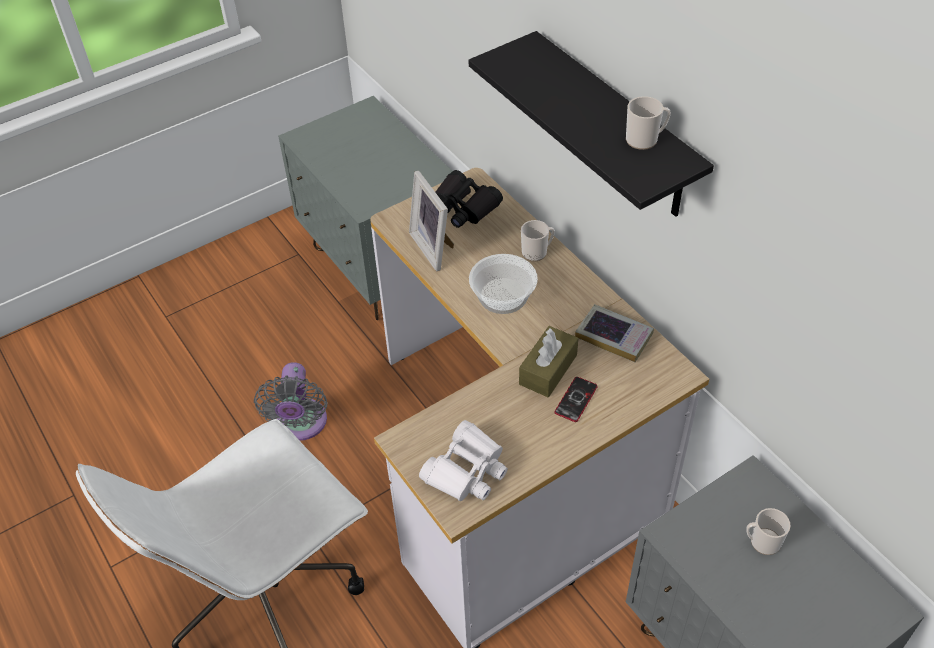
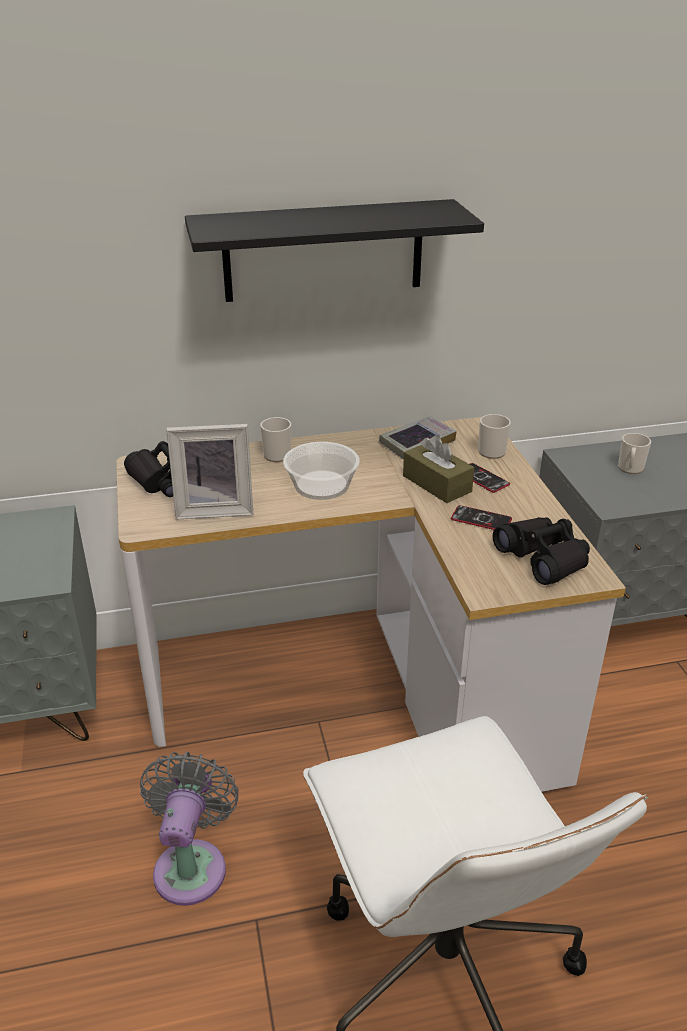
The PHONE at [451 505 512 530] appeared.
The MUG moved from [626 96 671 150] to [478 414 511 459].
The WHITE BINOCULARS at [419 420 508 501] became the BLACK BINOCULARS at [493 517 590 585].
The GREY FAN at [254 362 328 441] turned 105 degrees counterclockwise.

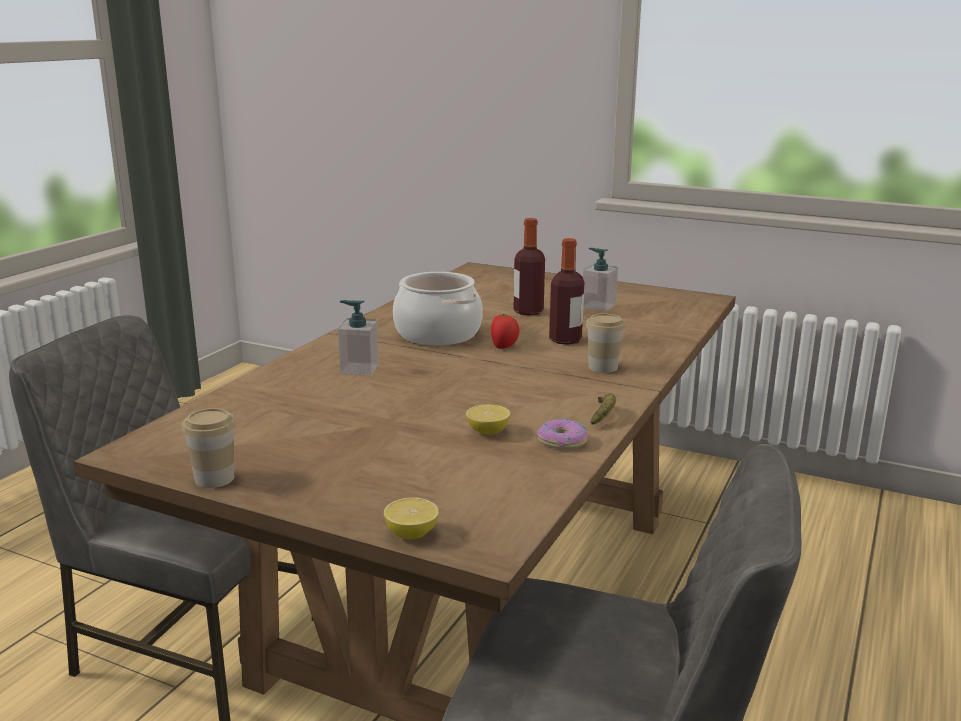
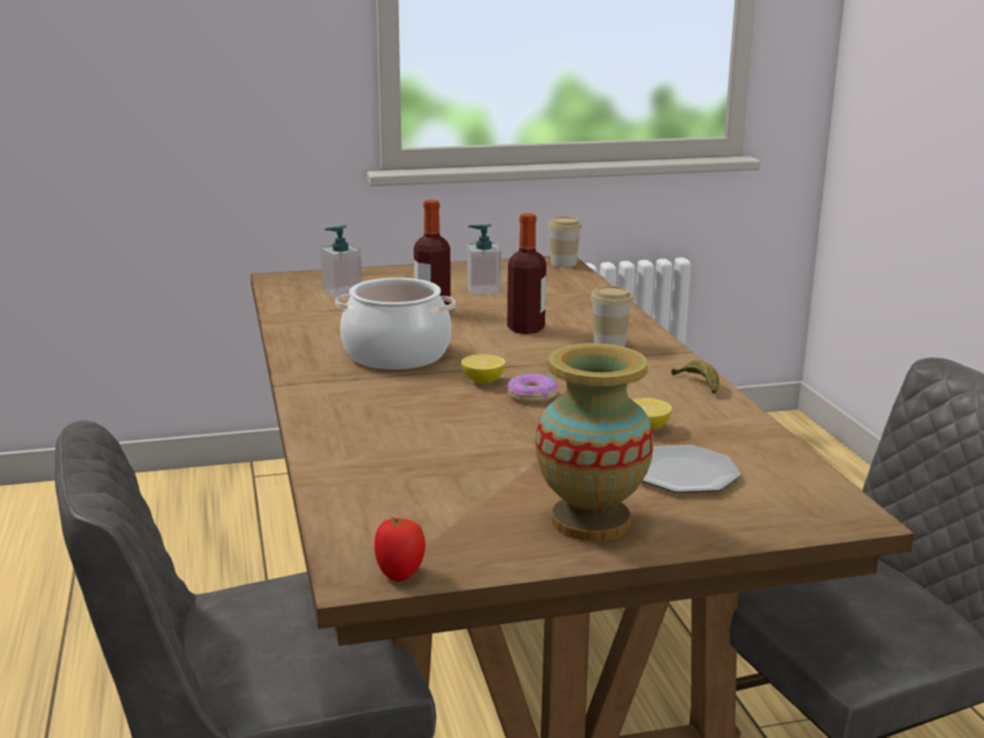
The VASE at [536 343 654 541] appeared.
The PLATE at [642 445 741 493] appeared.
The CUP moved from [182 408 236 488] to [548 216 582 267].
The SOAP DISPENSER moved from [338 300 379 375] to [320 225 362 298].
The LEMON moved from [384 497 439 539] to [461 354 505 384].
The TOMATO moved from [491 314 519 349] to [374 517 426 582].
The DONUT moved from [537 419 588 450] to [507 373 558 402].

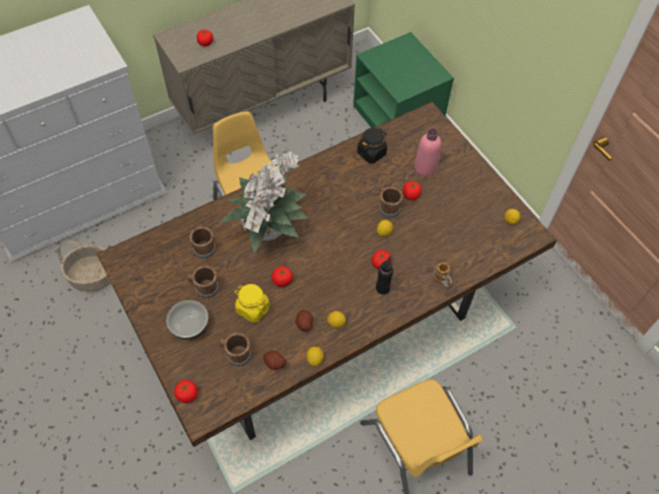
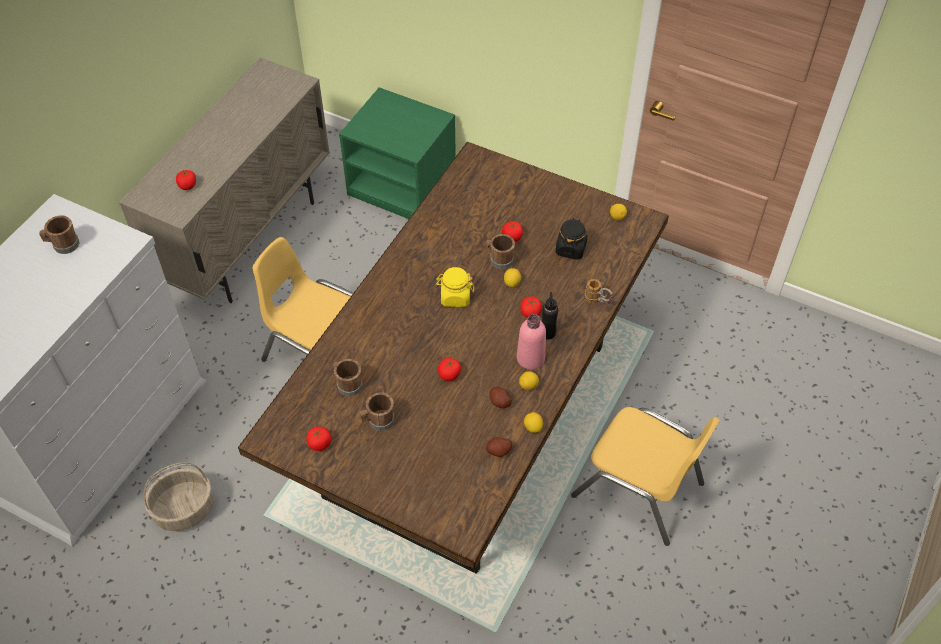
The BOWL at [166 300 208 339] disappeared.
The POTTED PLANT at [219 150 308 253] disappeared.
The TOMATO moved from [174 380 198 403] to [306 427 332 451].
The BROWN MUG moved from [219 333 251 367] to [39 216 79 254].
The YELLOW JAR moved from [234 284 270 323] to [436 267 474 307].
The BLACK JAR moved from [357 128 387 164] to [555 218 587 260].
The PINK BOTTLE moved from [414 128 441 176] to [517 314 546 370].

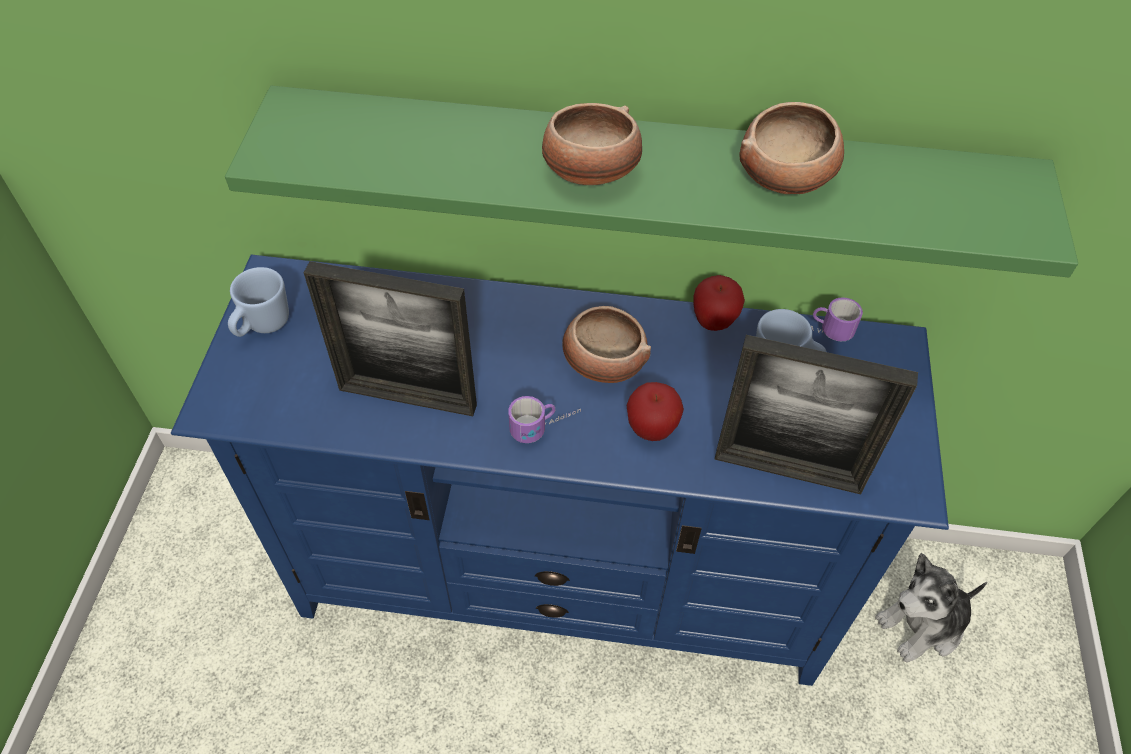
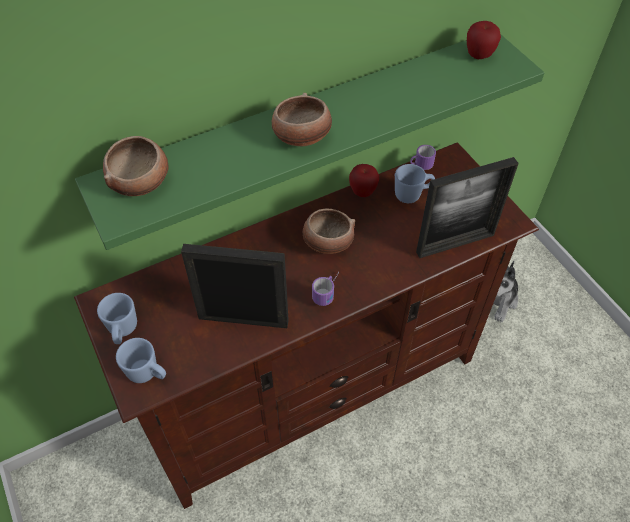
The BLUE MUG at [116 338 166 383] appeared.
The APPLE moved from [626 382 684 441] to [467 21 501 59].
The BOWL moved from [739 102 844 194] to [103 136 169 196].
The BLUE TV STAND at [171 255 949 686] became the BROWN TV STAND at [74 142 539 509].
The PICTURE FRAME at [304 261 477 416] turned 150 degrees counterclockwise.

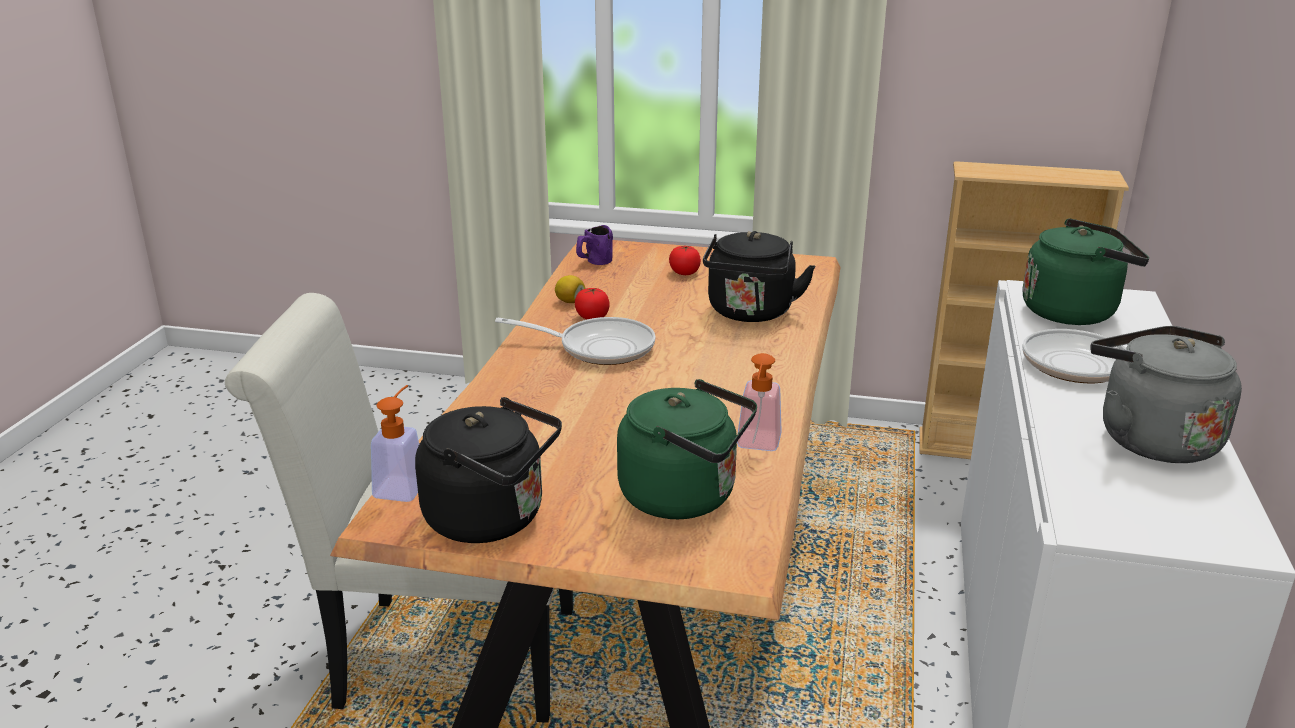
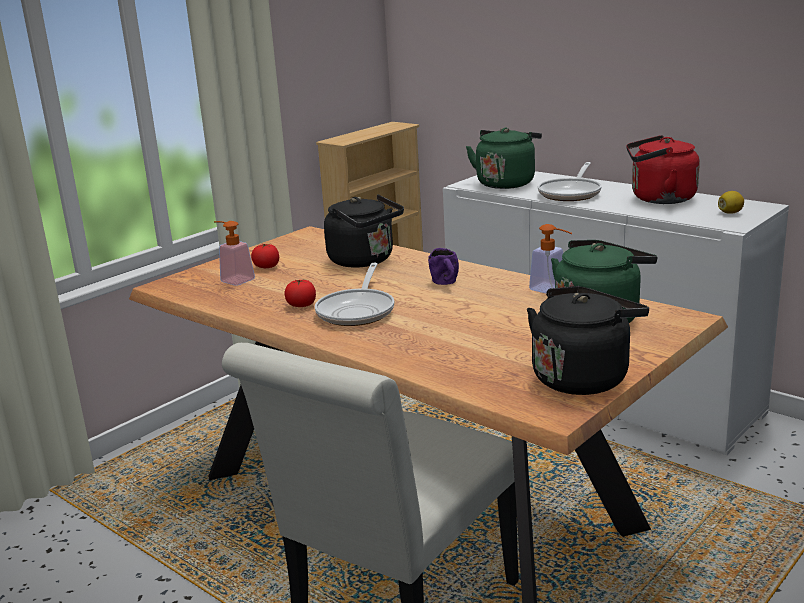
The SOAP DISPENSER moved from [371 385 419 502] to [214 221 255 286].
The LEMON moved from [555 275 585 303] to [718 191 744 214].
The PURPLE MUG moved from [576 225 613 265] to [428 248 459 285].
The GREY KETTLE at [1090 326 1242 463] became the RED KETTLE at [626 135 700 204].
The FRYING PAN at [495 317 656 365] turned 150 degrees clockwise.

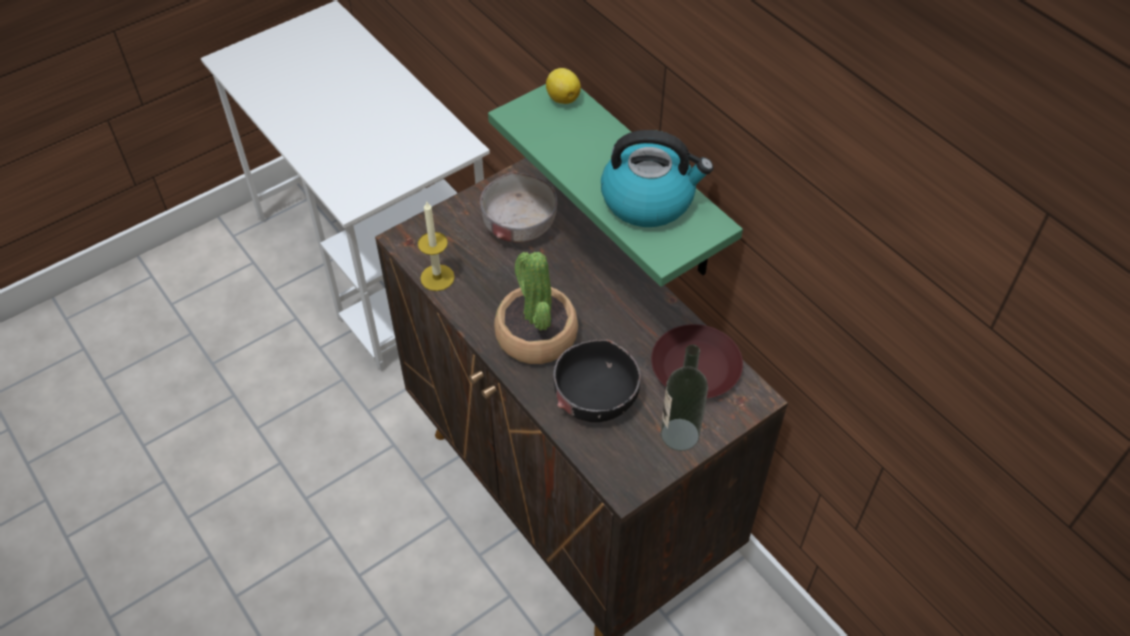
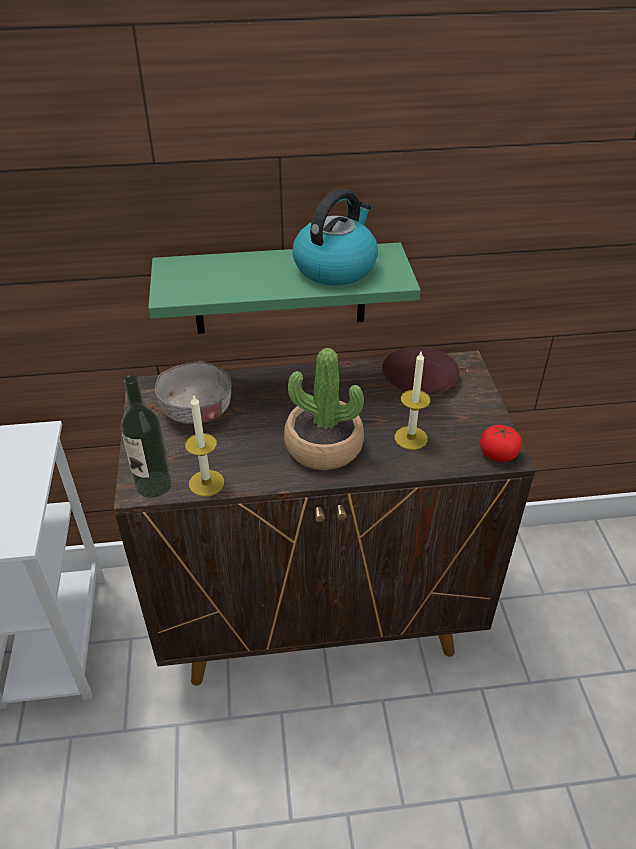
The LEMON at [546 68 581 104] disappeared.
The TOMATO at [480 425 522 462] appeared.
The BOTTLE moved from [661 345 708 451] to [121 375 172 498].
The BLACK BOWL at [553 339 641 422] was replaced by the CANDLE at [395 352 430 450].

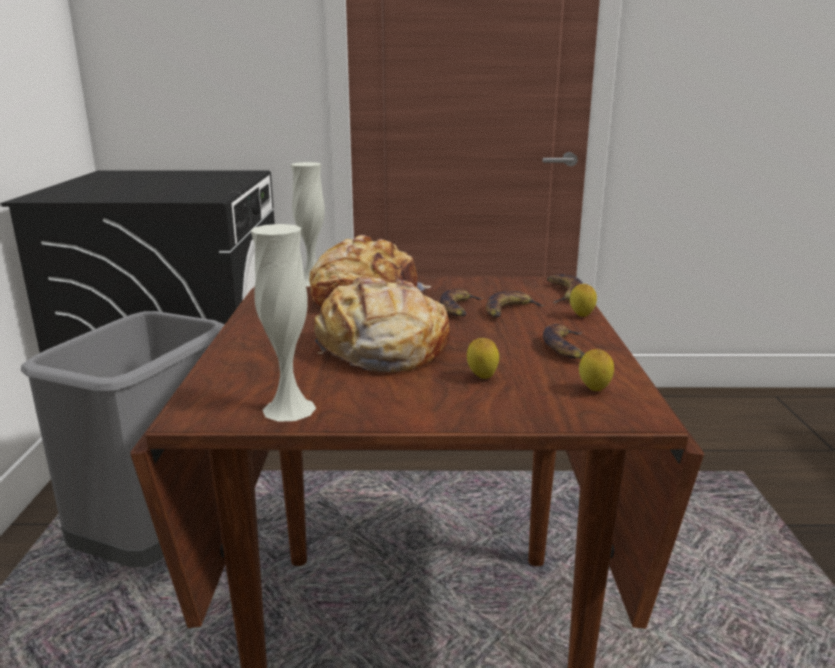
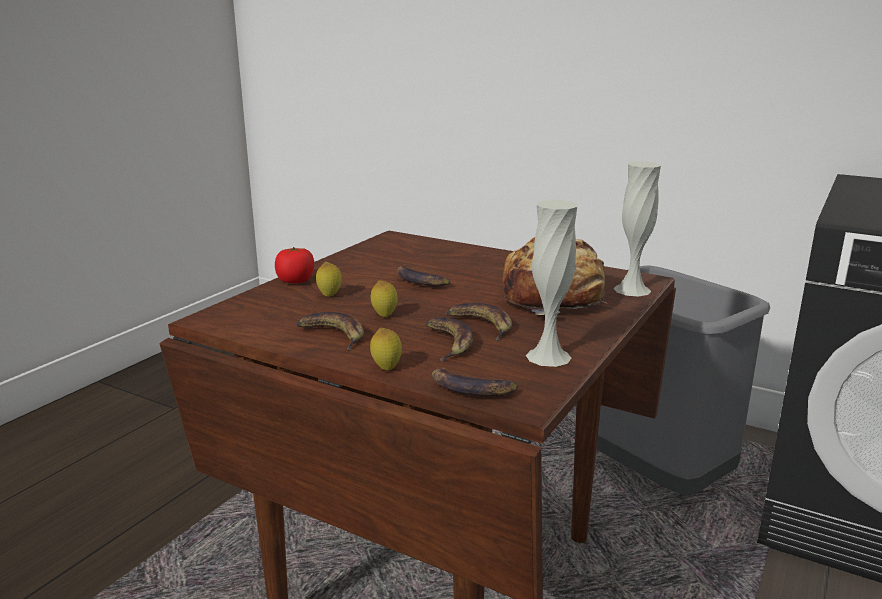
The TOMATO at [275 247 314 284] appeared.
The WHITE VASE moved from [251 224 316 422] to [526 200 578 367].
The LEMON moved from [579 349 614 391] to [371 280 398 317].
The BREAD at [314 277 450 372] was replaced by the BANANA at [397 266 451 286].

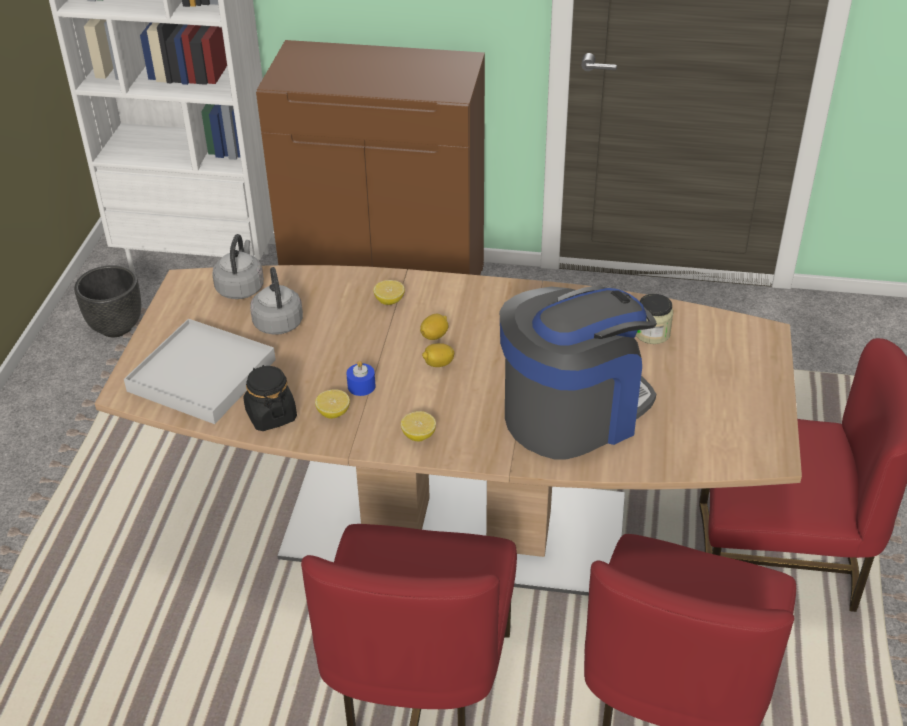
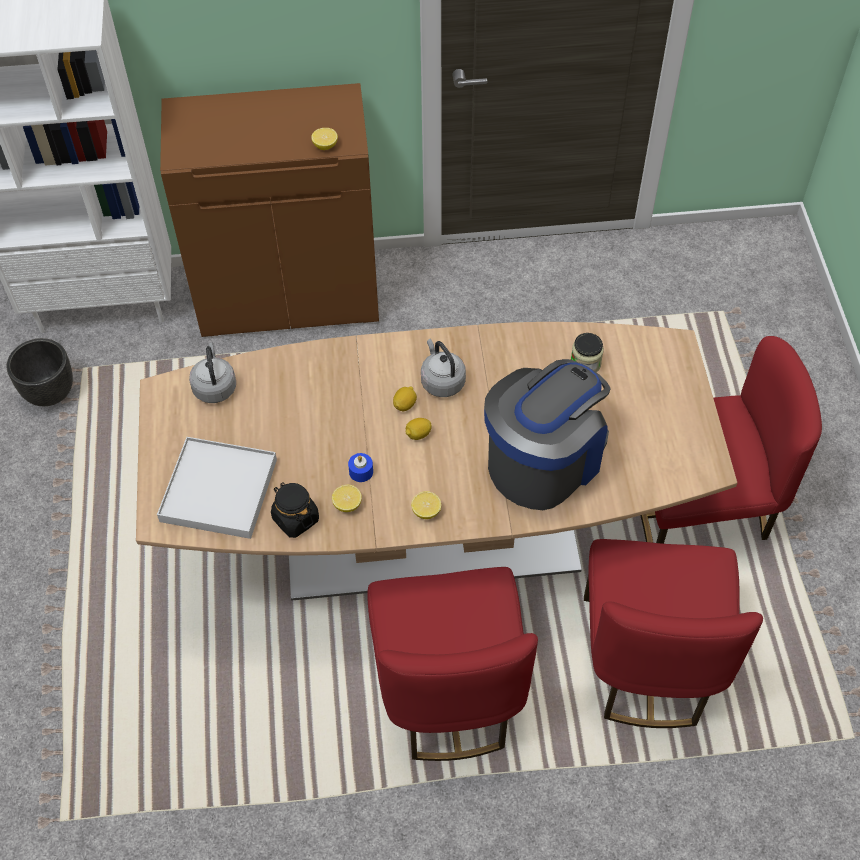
The GREY KETTLE moved from [250 267 303 335] to [421 339 466 397].
The LEMON moved from [373 280 405 305] to [311 128 338 150].

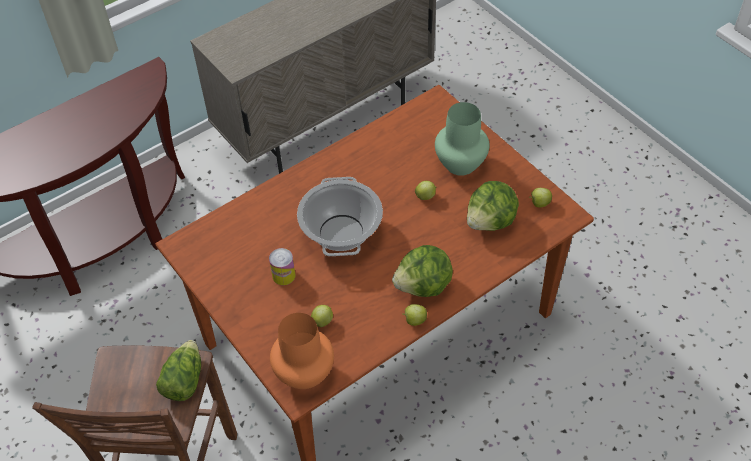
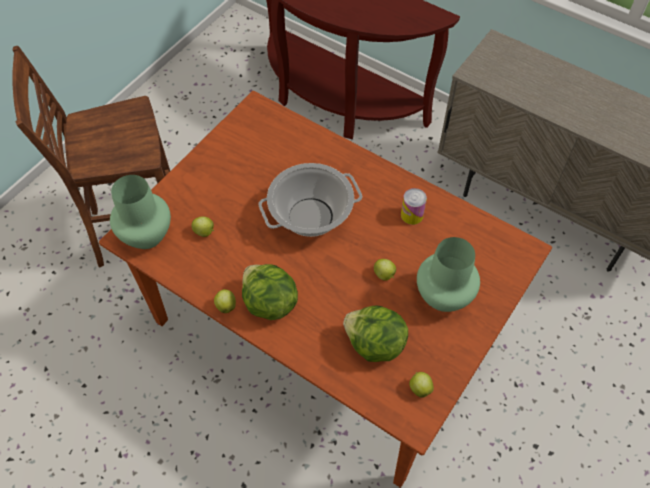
The LETTUCE at [156 340 201 401] disappeared.
The CAN moved from [269 248 295 285] to [401 188 427 225].
The ORANGE VASE at [270 313 334 389] became the GREEN VASE at [110 175 171 249].

